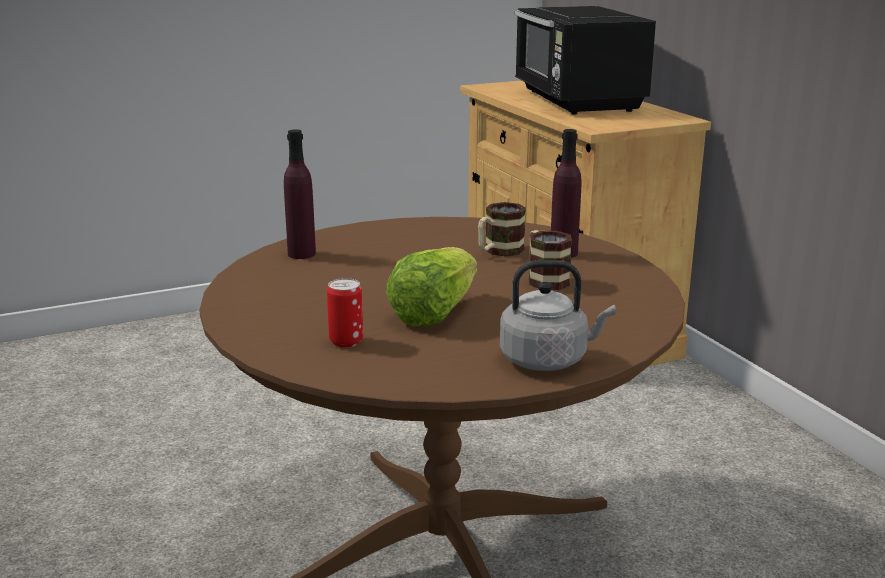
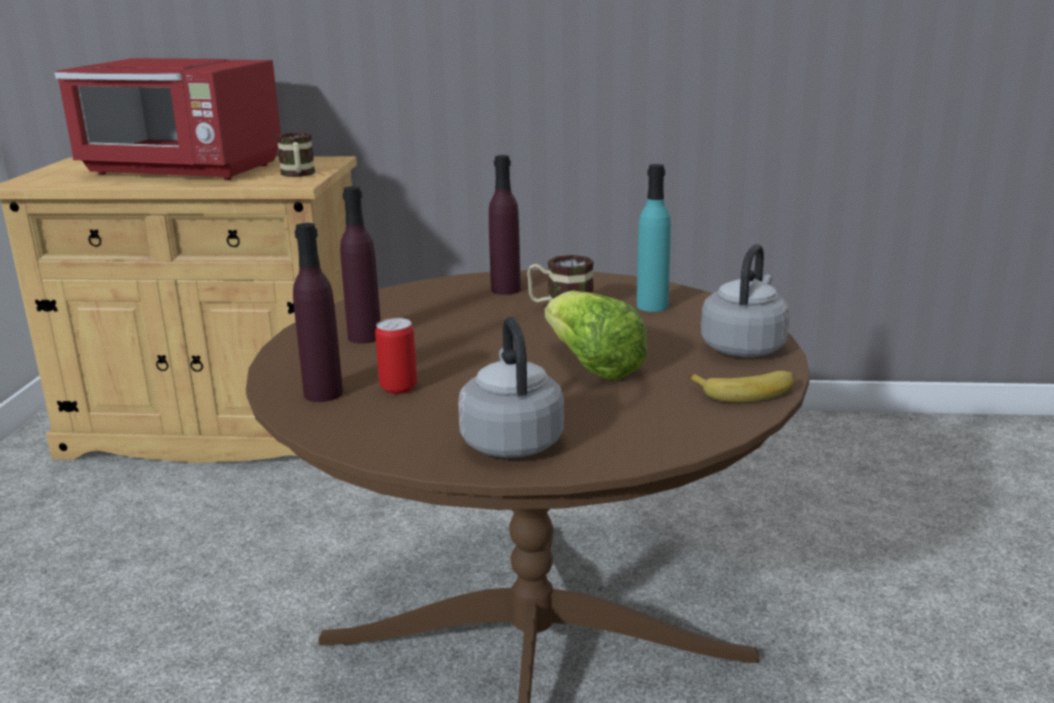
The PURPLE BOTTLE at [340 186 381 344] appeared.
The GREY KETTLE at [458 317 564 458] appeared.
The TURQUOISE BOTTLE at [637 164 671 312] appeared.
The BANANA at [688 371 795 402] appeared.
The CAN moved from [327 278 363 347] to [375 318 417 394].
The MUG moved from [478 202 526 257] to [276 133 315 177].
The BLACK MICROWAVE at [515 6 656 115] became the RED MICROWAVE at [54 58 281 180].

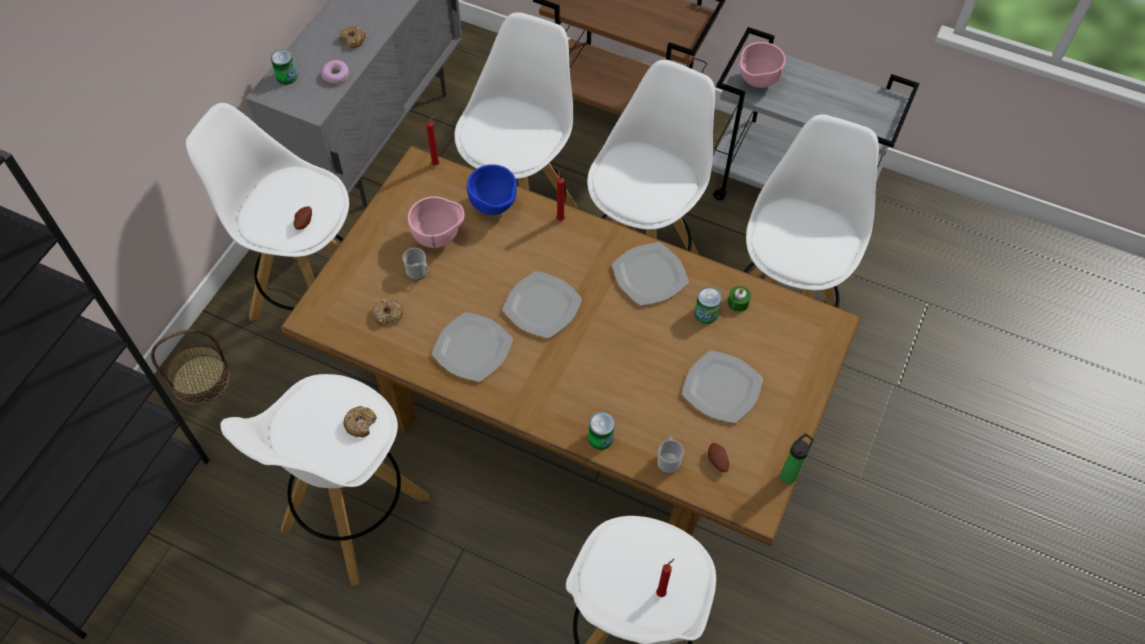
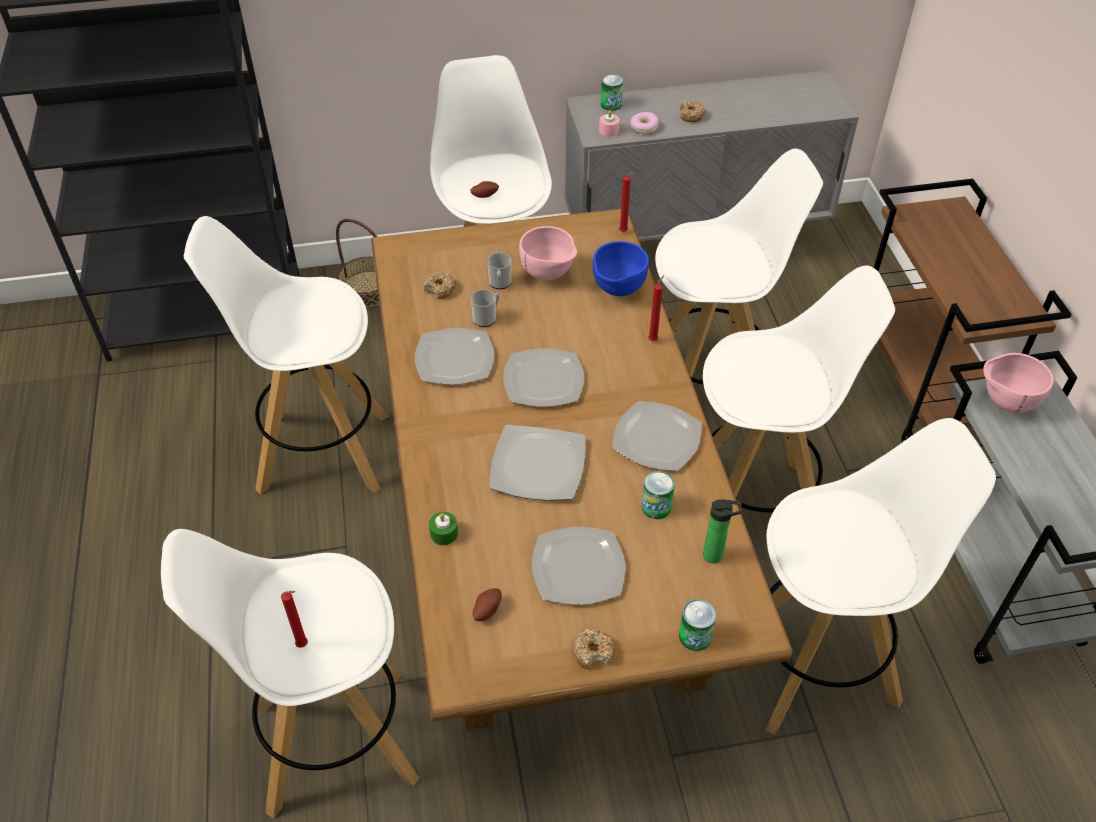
The PLATE at [489 425 585 501] appeared.
The PINK CANDLE at [599 110 620 137] appeared.
The DONUT moved from [344 406 377 438] to [571 628 615 669].
The CAN moved from [588 412 615 450] to [679 599 716 651].
The MUG moved from [657 436 684 474] to [470 289 500 327].
The GREEN CANDLE moved from [728 286 751 312] to [429 512 458 545].
The BOTTLE moved from [780 433 814 484] to [703 499 741 564].

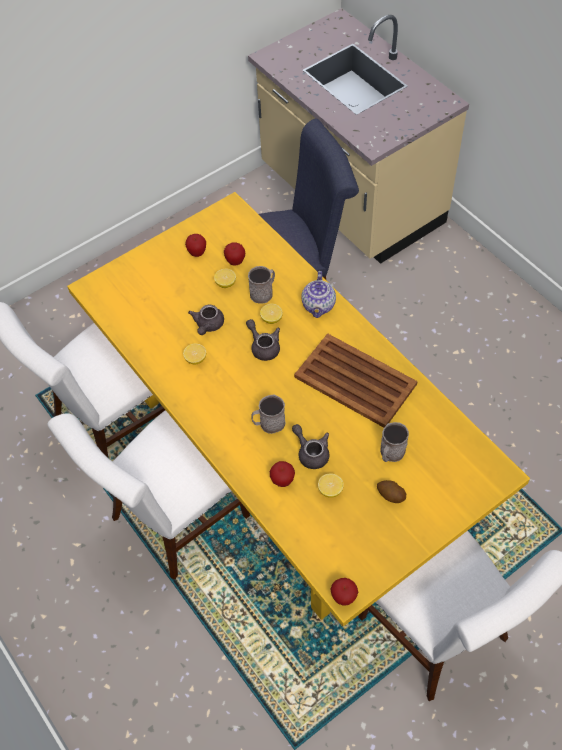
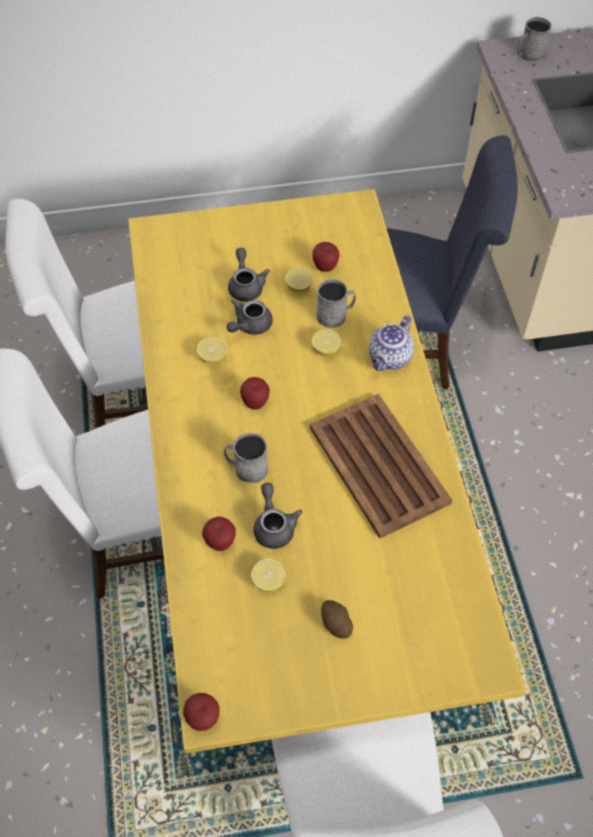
The APPLE moved from [185 234 206 257] to [240 377 270 410].
The GREY TEAPOT moved from [246 319 280 361] to [228 248 270 302].
The GREY MUG moved from [380 422 409 462] to [517 17 552 62].

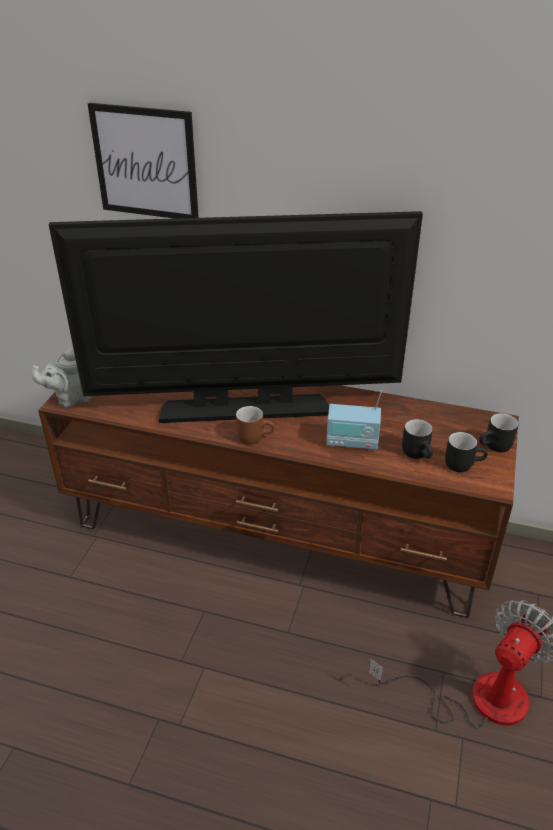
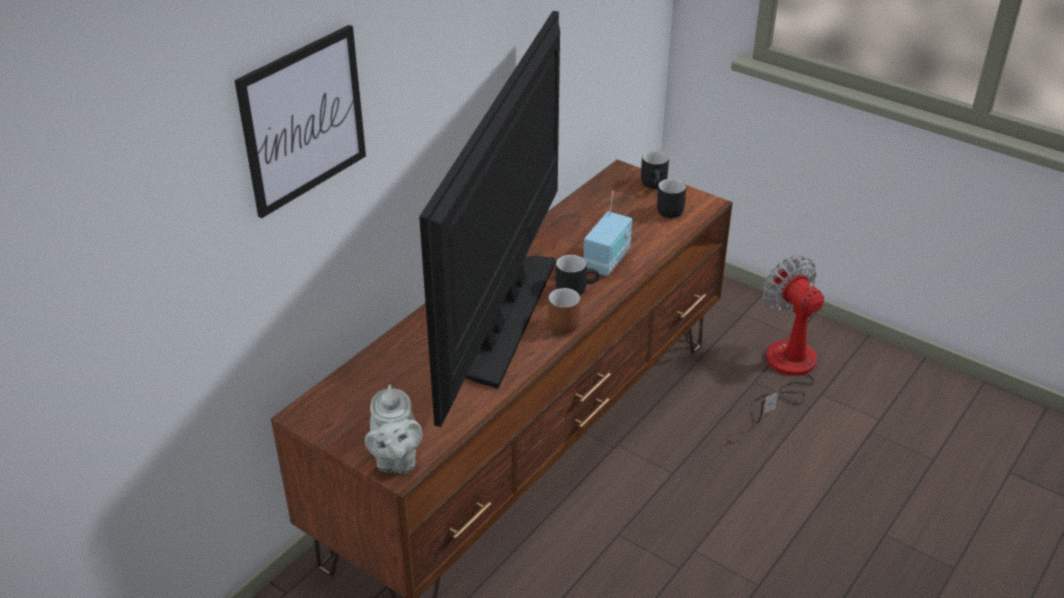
The BLACK MUG moved from [402 419 433 459] to [556 255 599 296].

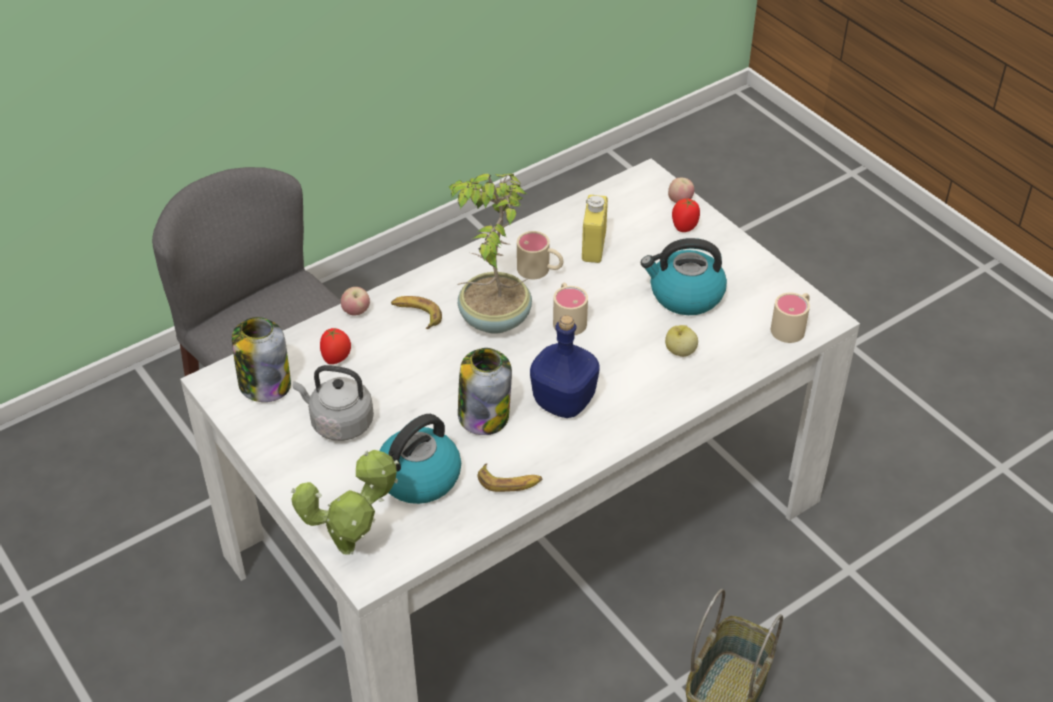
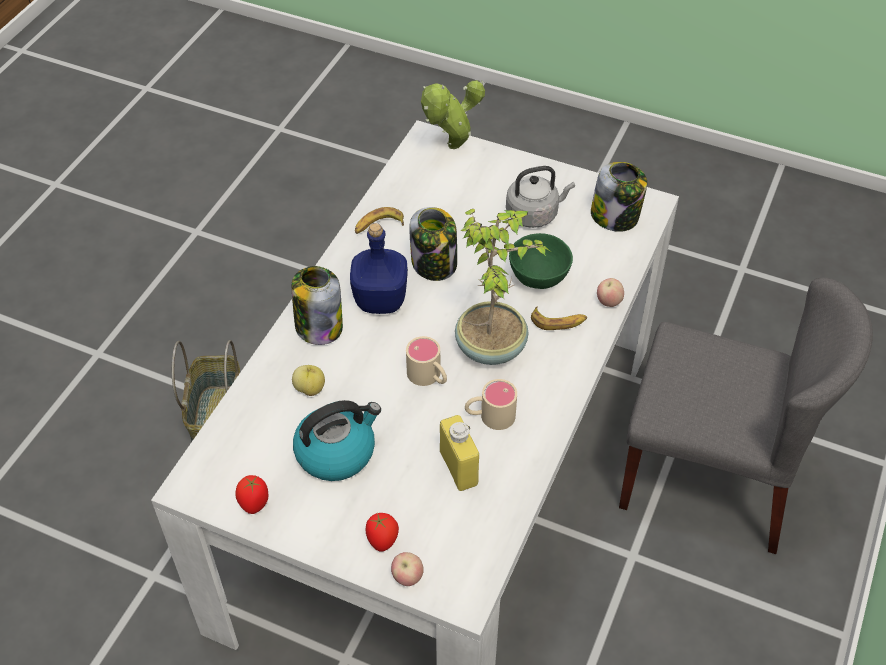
The KETTLE at [379 414 461 504] disappeared.
The BEIGE MUG at [771 293 810 343] disappeared.
The JAR at [292 266 343 345] appeared.
The GREEN BOWL at [509 233 573 289] appeared.
The TOMATO moved from [320 327 351 364] to [235 475 268 514].

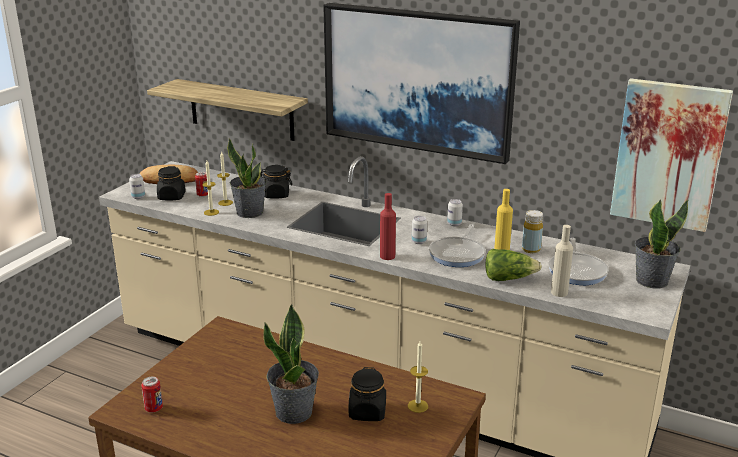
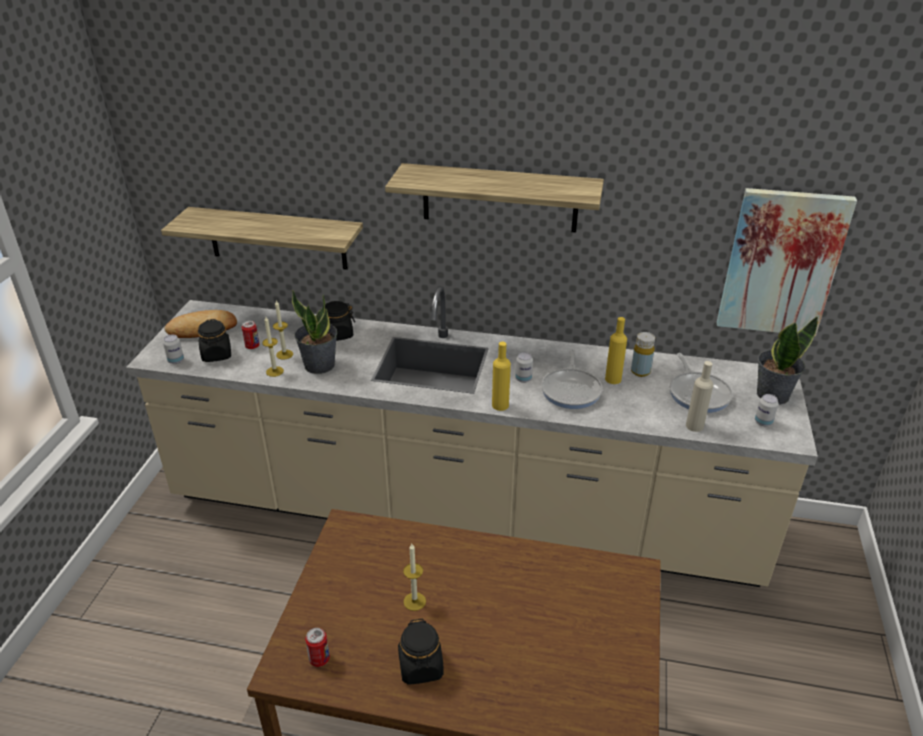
The POTTED PLANT at [264 304 319 424] disappeared.
The LETTUCE at [485 249 542 281] disappeared.
The BLACK JAR moved from [349 367 386 421] to [398 619 444 685].
The CANDLE moved from [408 341 428 413] to [403 544 426 611].
The CAN moved from [447 199 463 226] to [755 394 778 426].
The PICTURE at [323 3 520 164] was replaced by the SHELF at [385 163 604 233].
The RED BOTTLE at [380 193 396 260] became the YELLOW BOTTLE at [492 342 511 411].

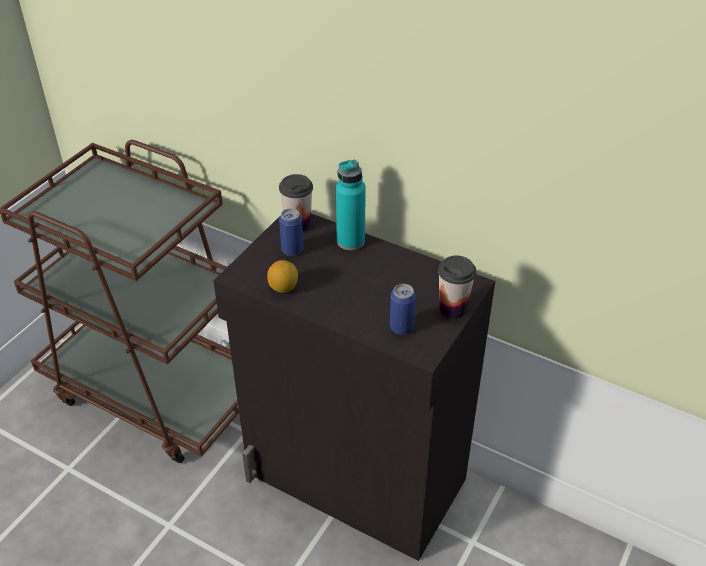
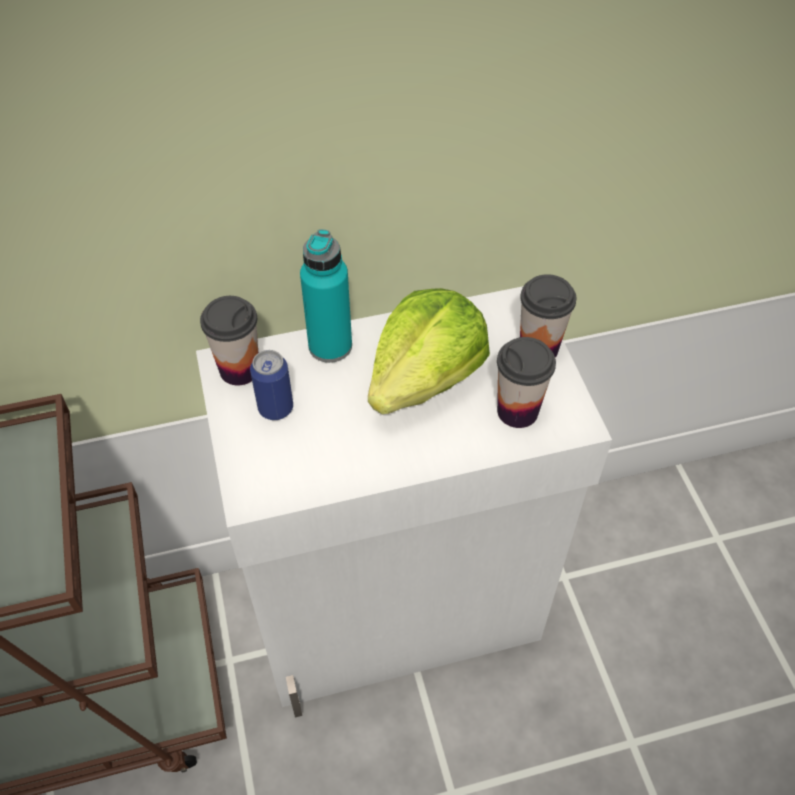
The LEMON at [267 260 298 293] disappeared.
The LETTUCE at [368 288 490 415] appeared.
The CAN at [390 284 416 335] was replaced by the CUP at [497 337 556 428].
The BLACK CABINET at [213 213 495 561] became the WHITE CABINET at [196 286 612 718].

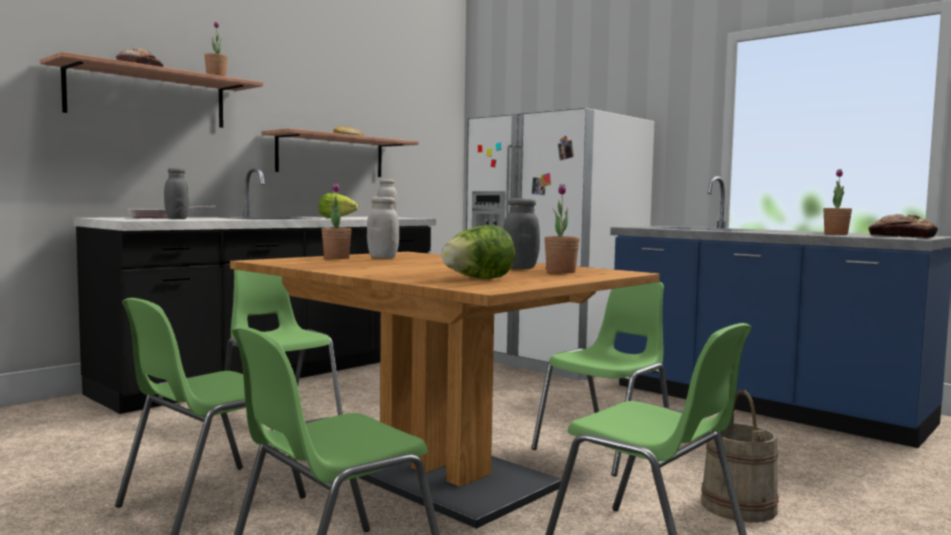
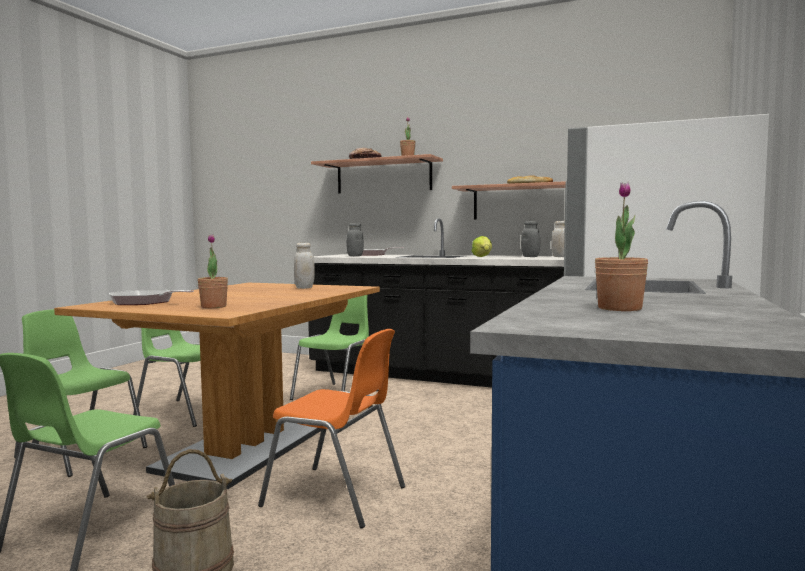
The POTTED PLANT at [321 183 352 259] disappeared.
The BREAD at [868 214 938 238] disappeared.
The GREY JAR moved from [503 198 540 269] to [521 221 540 257].
The LETTUCE at [441 225 515 279] was replaced by the FRYING PAN at [109 290 194 305].
The GREEN CHAIR at [531 281 669 476] became the ORANGE CHAIR at [258 329 405 528].

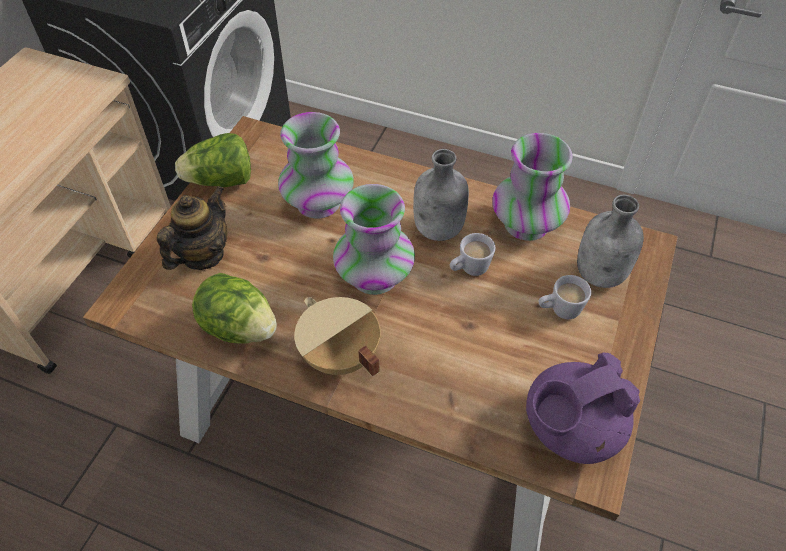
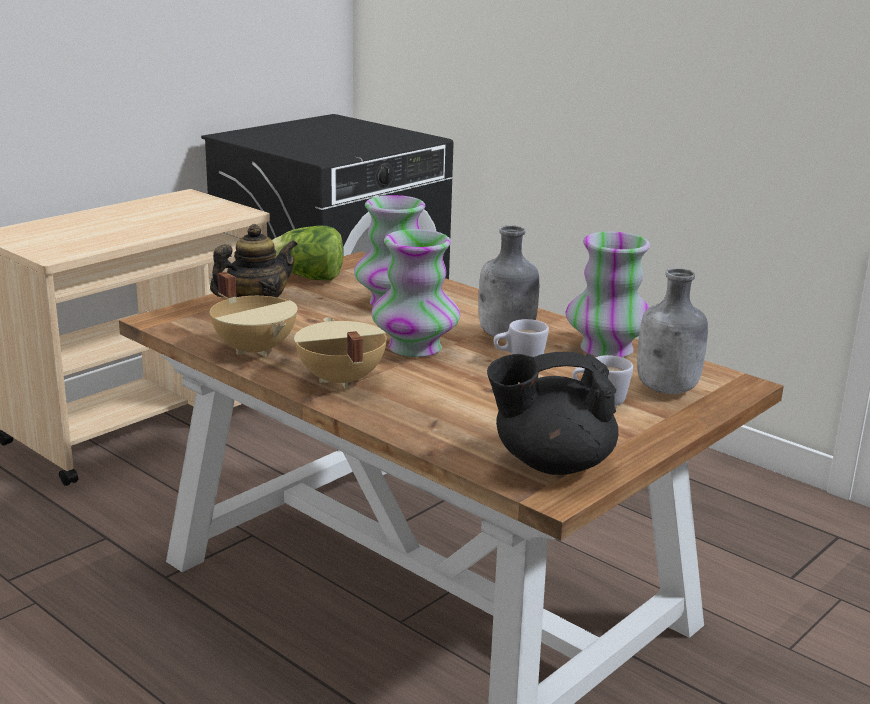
The LETTUCE at [192 273 277 344] was replaced by the BEIGE COOKING POT at [210 272 298 357].
The PURPLE TEAPOT at [526 353 640 464] became the BLACK TEAPOT at [487 352 618 475].

